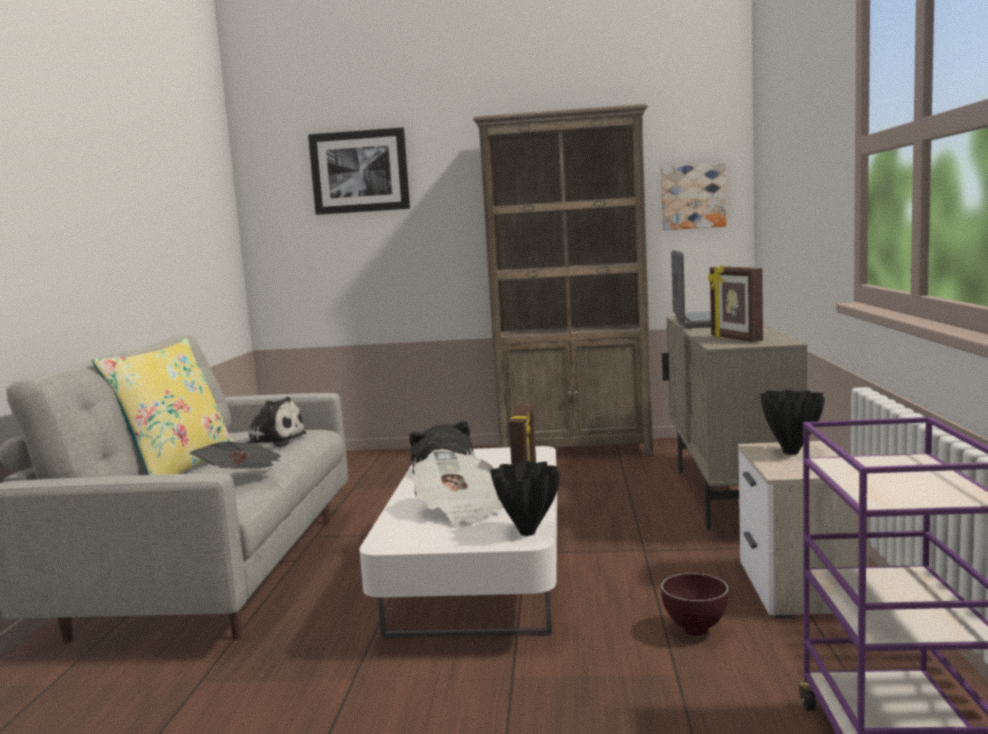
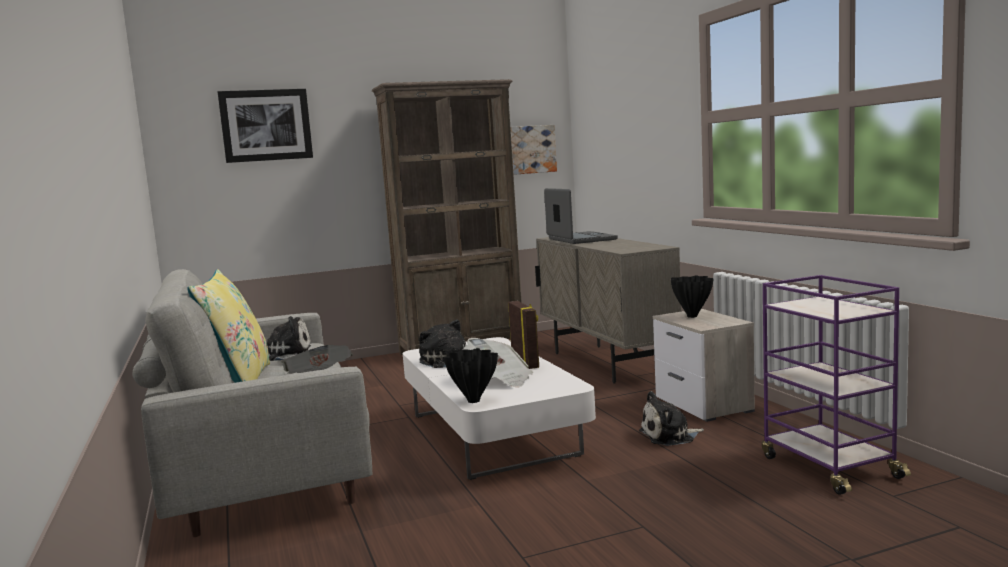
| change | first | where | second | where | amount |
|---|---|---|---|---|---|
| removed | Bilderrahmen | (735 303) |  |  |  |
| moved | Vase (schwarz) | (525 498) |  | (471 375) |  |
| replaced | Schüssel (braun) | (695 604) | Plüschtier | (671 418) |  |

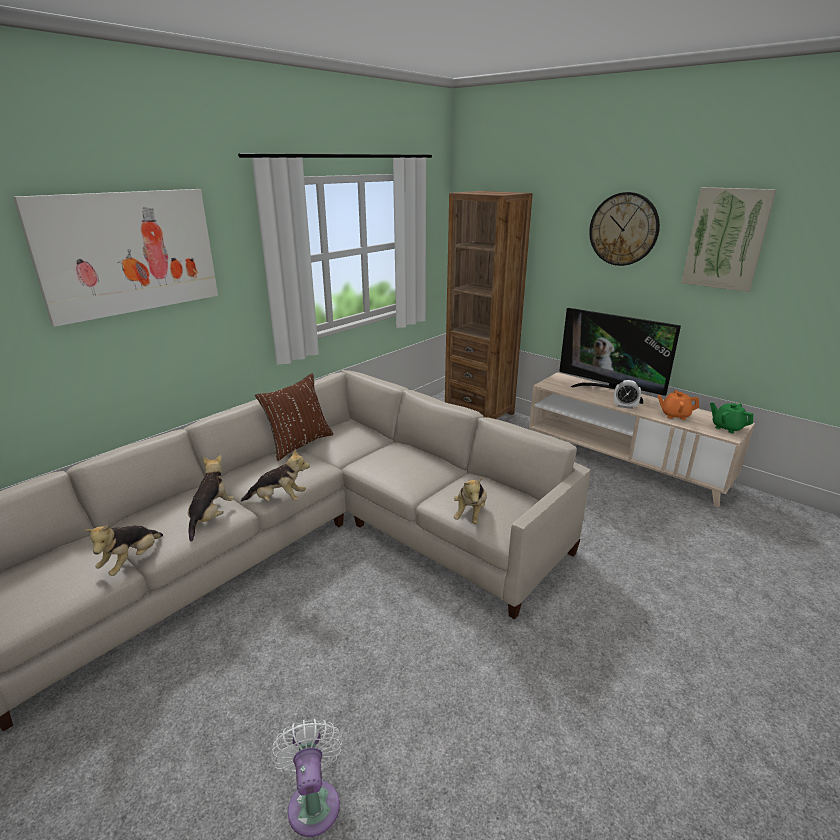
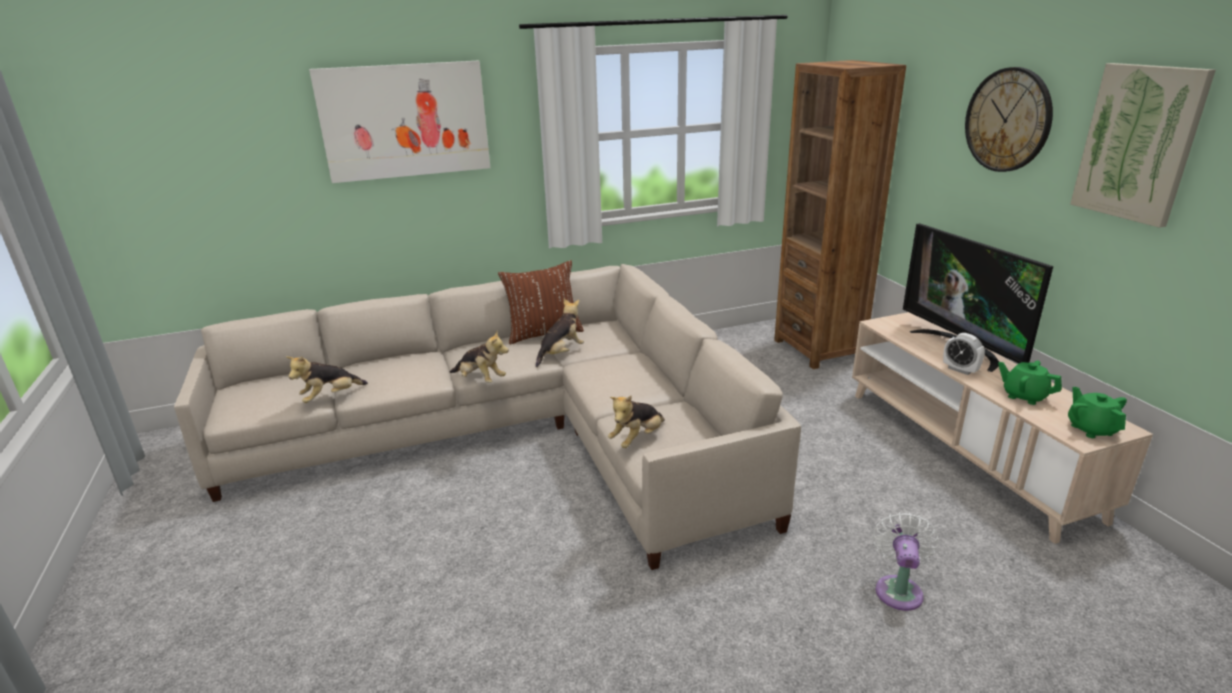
| change | first | where | second | where | amount |
|---|---|---|---|---|---|
| recoloured | Teekanne (orange) | (678 405) | Teekanne (grün) | (1030 382) |  |
| moved | Plüschtier | (211 498) |  | (560 333) |  |
| moved | Ventilator (weiß) | (307 778) |  | (906 561) |  |

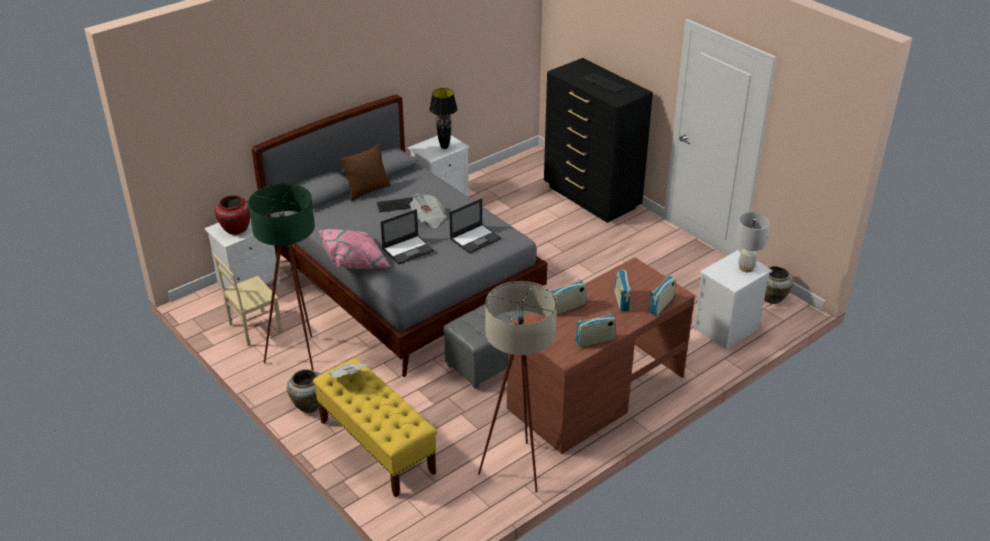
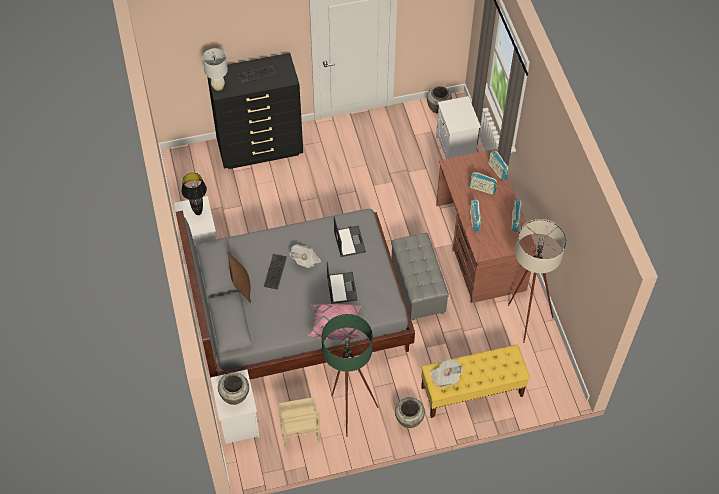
| change | first | where | second | where | amount |
|---|---|---|---|---|---|
| recoloured | Vase (rot) | (232 215) | Vase (beige) | (233 388) |  |
| moved | Tischlampe (weiß) | (752 242) |  | (215 69) |  |

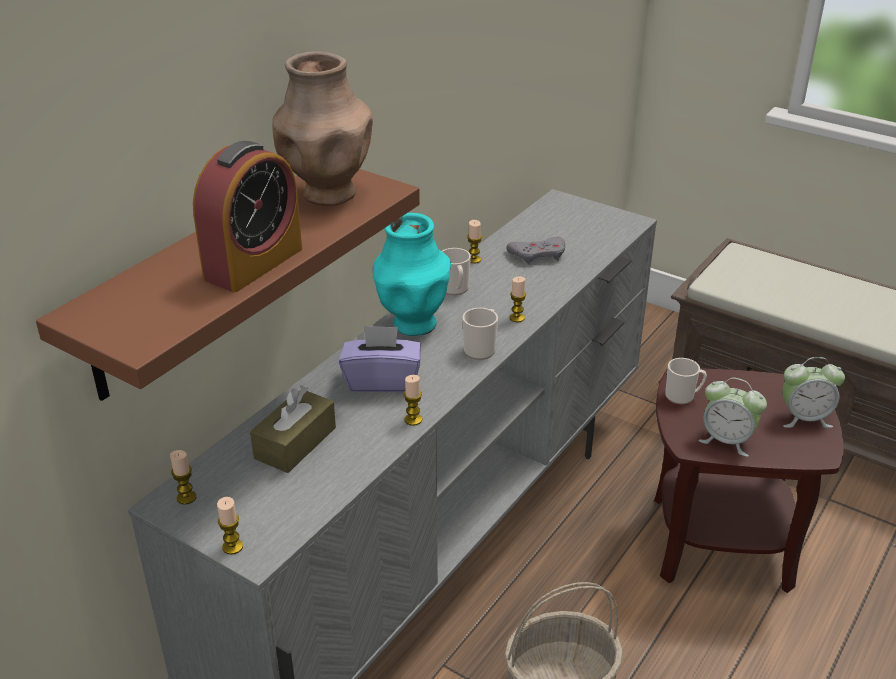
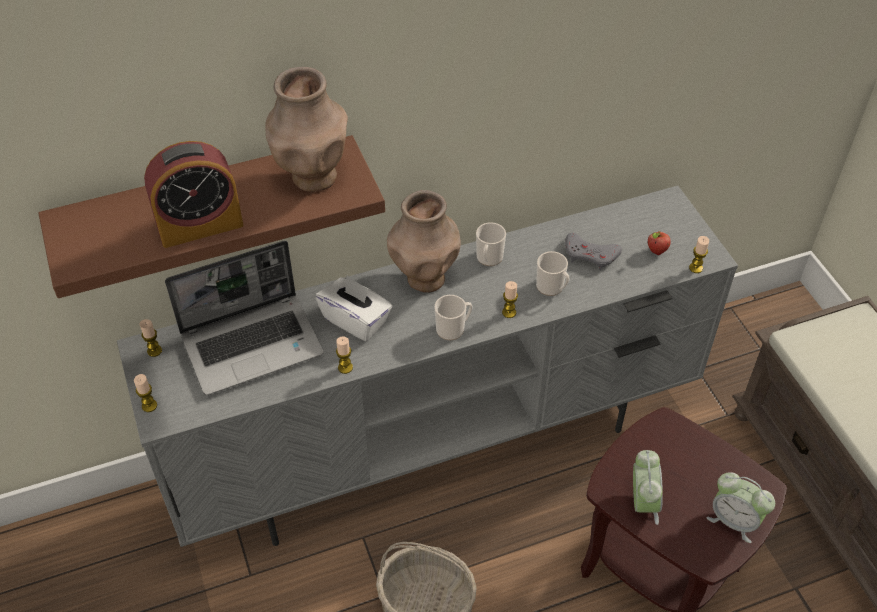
| change | first | where | second | where | amount |
|---|---|---|---|---|---|
| recoloured | Vase (türkis) | (412 274) | Vase (braun) | (424 241) |  |
| moved | Kerze | (474 241) |  | (699 254) |  |
| recoloured | Taschentuchbox (lila) | (380 358) | Taschentuchbox (weiß) | (354 308) |  |
| moved | Henkelbecher | (686 381) |  | (553 273) |  |
| turned | Wecker | (732 417) |  | (648 487) | 150 degrees counterclockwise |
| replaced | Taschentuchbox (braun) | (293 429) | Laptop | (244 317) |  |
| added |  |  | Apfel | (659 243) |  |

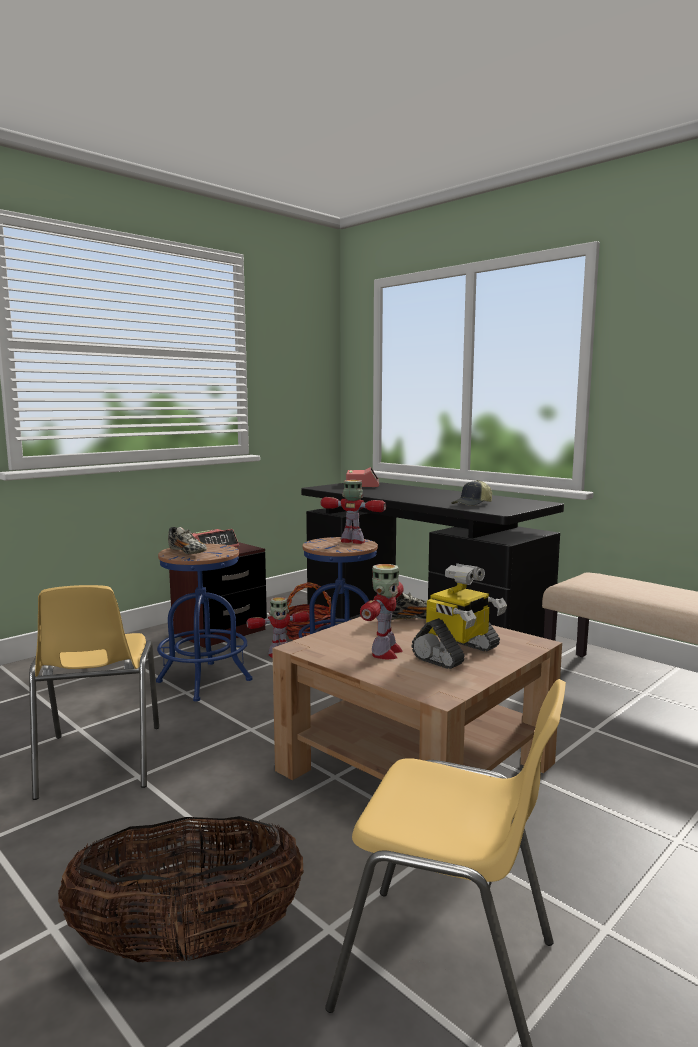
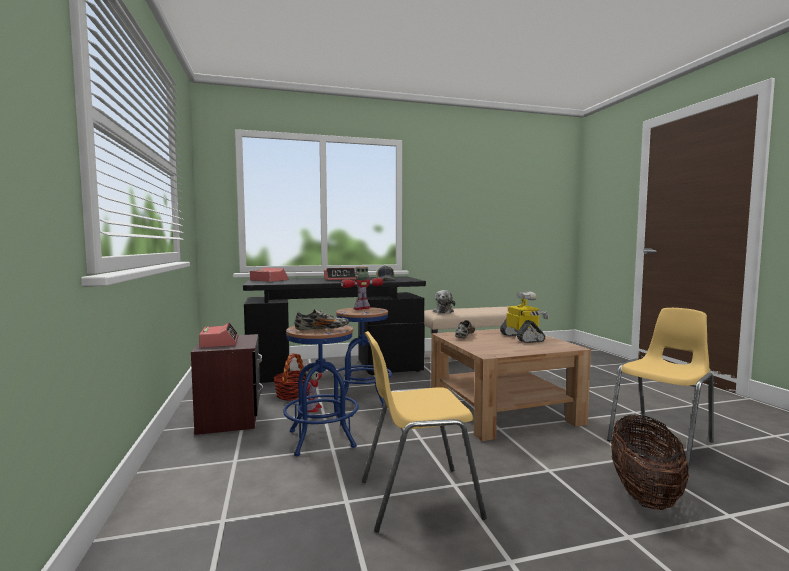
| change | first | where | second | where | amount |
|---|---|---|---|---|---|
| removed | Spielzeugroboter | (382 611) |  |  |  |
| turned | Stuhl (gelb) | (94 692) |  | (424 431) | 150 degrees clockwise |
| added |  |  | Wecker | (340 274) |  |
| added |  |  | Plüschtier | (444 302) |  |

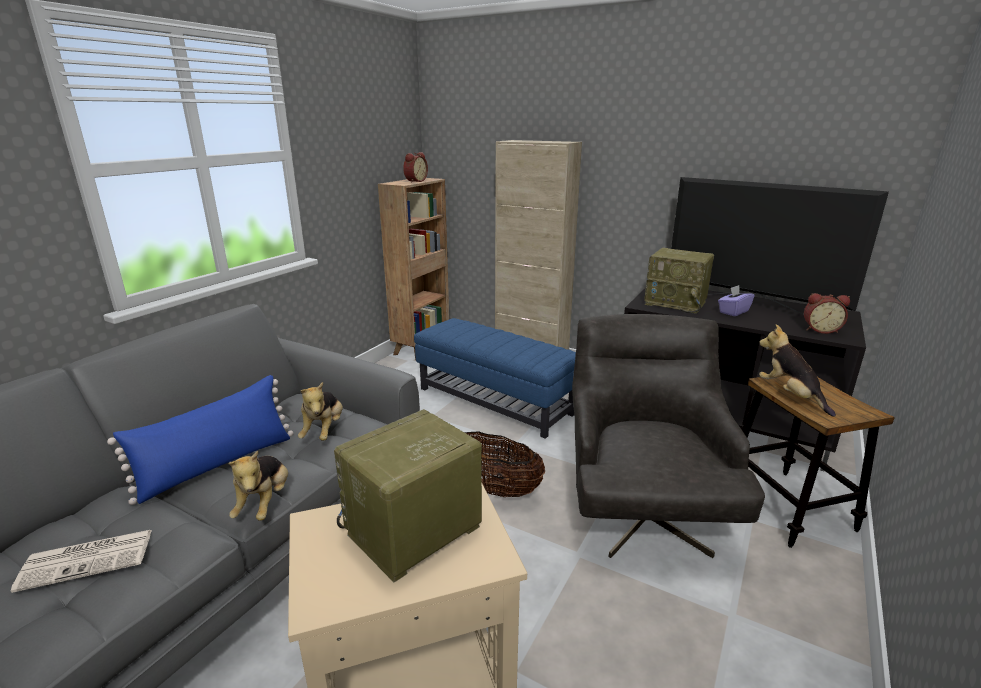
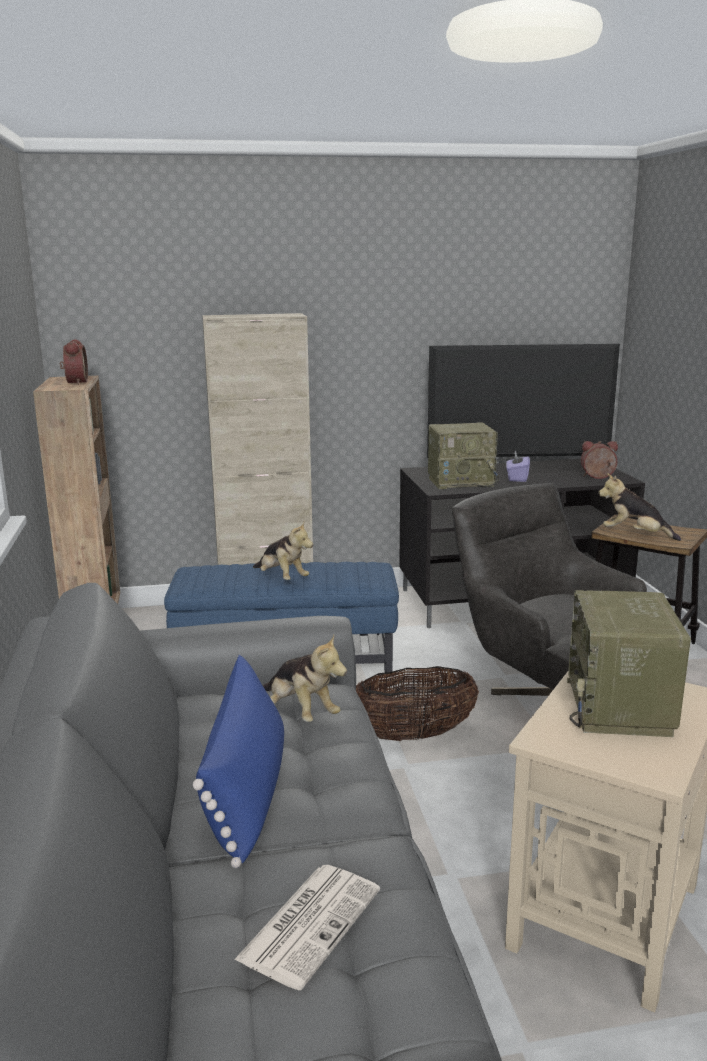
| change | first | where | second | where | amount |
|---|---|---|---|---|---|
| turned | Wecker | (827 313) |  | (599 460) | 150 degrees counterclockwise |
| moved | Plüschtier | (258 485) |  | (283 551) |  |

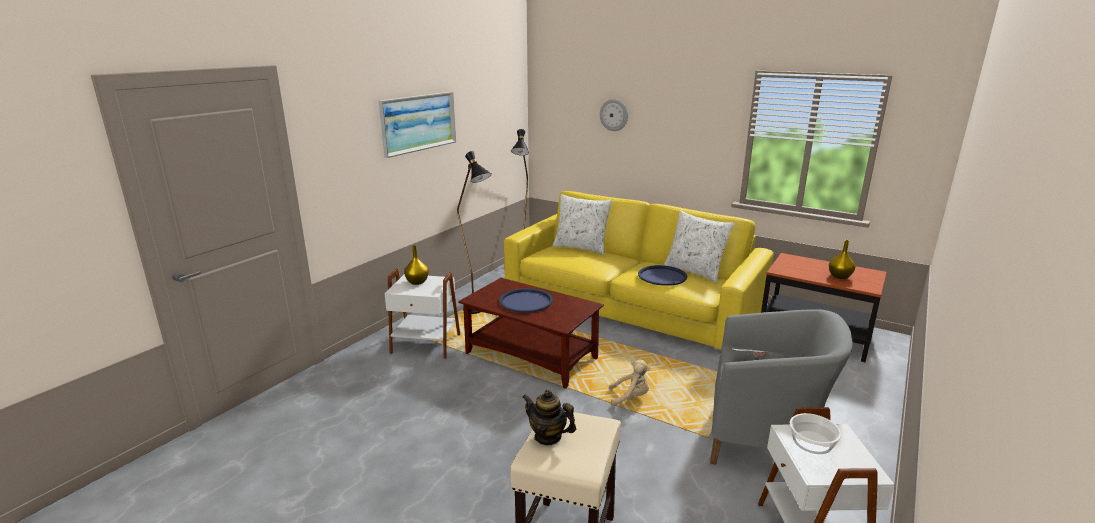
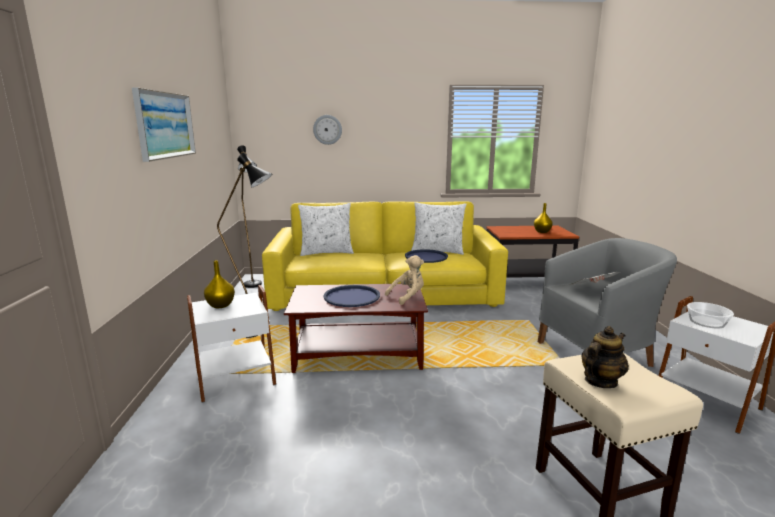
| change | first | where | second | where | amount |
|---|---|---|---|---|---|
| moved | Plüschtier (beige) | (629 383) |  | (404 280) |  |
| turned | Teekanne | (549 417) |  | (605 357) | 150 degrees clockwise |

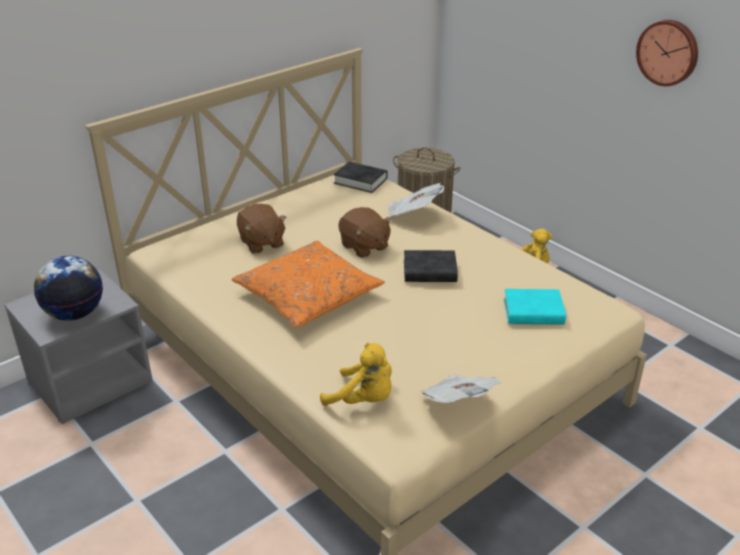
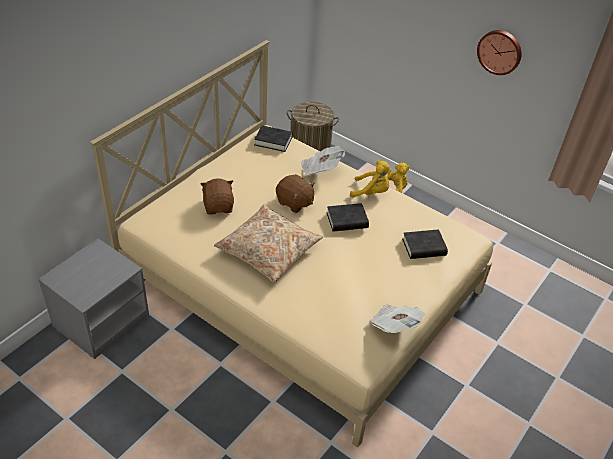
| change | first | where | second | where | amount |
|---|---|---|---|---|---|
| turned | Plüschtier (braun) | (262 229) |  | (217 197) | 150 degrees counterclockwise |
| recoloured | Kissen (orange) | (308 284) | Kissen (beige) | (268 243) |  |
| removed | Globus | (68 288) |  |  |  |
| recoloured | Buch (türkis) | (535 307) | Buch (schwarz) | (425 244) |  |
| moved | Plüschtier (gelb) | (356 374) |  | (371 179) |  |

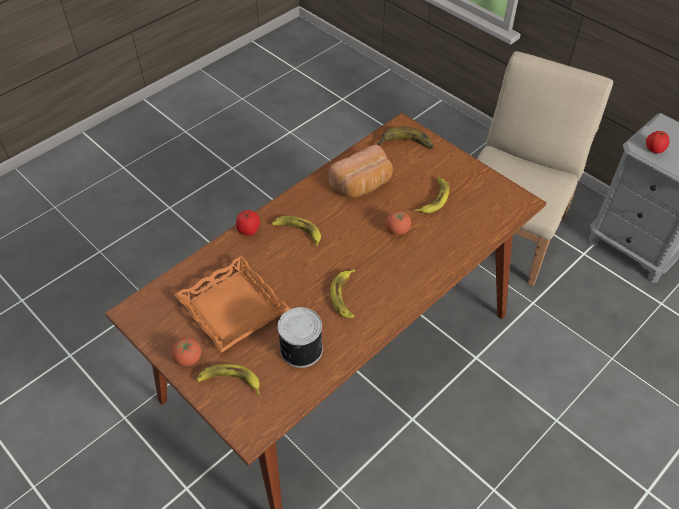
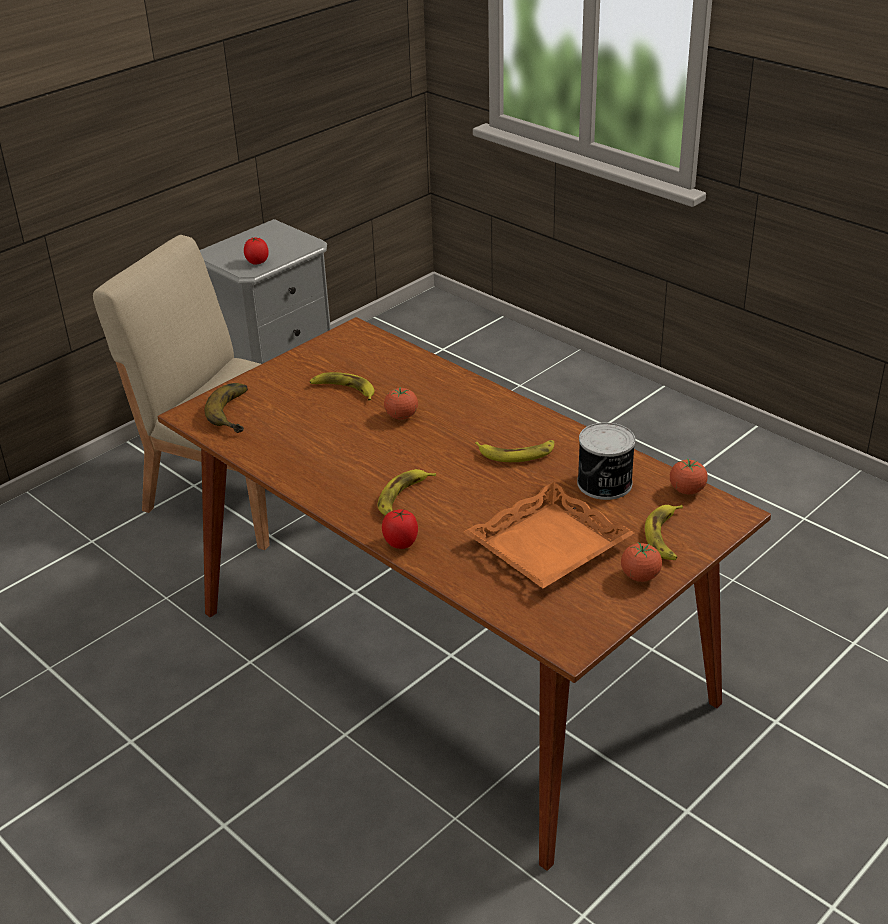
| change | first | where | second | where | amount |
|---|---|---|---|---|---|
| removed | Brot | (361 171) |  |  |  |
| added |  |  | Tomate | (689 476) |  |

